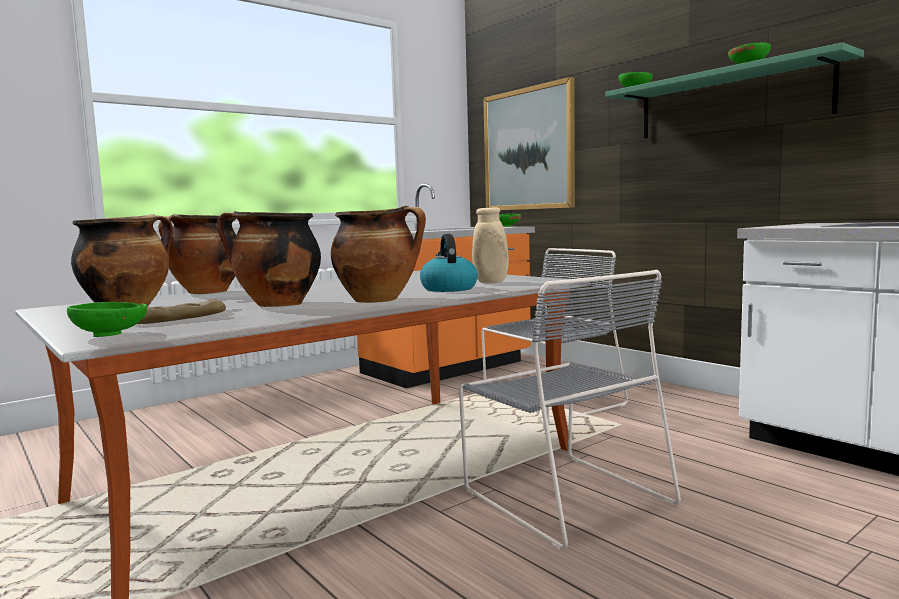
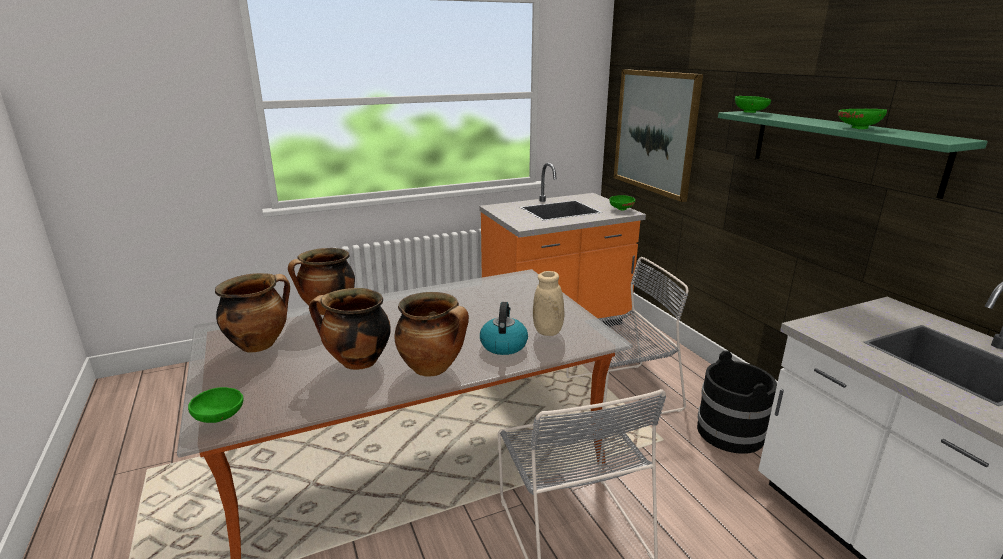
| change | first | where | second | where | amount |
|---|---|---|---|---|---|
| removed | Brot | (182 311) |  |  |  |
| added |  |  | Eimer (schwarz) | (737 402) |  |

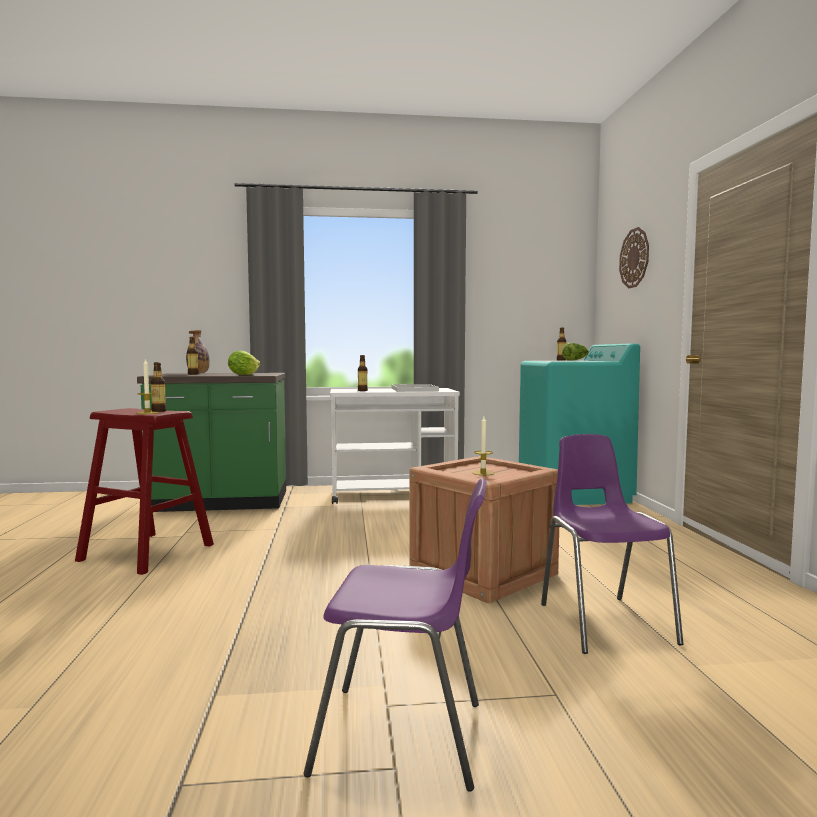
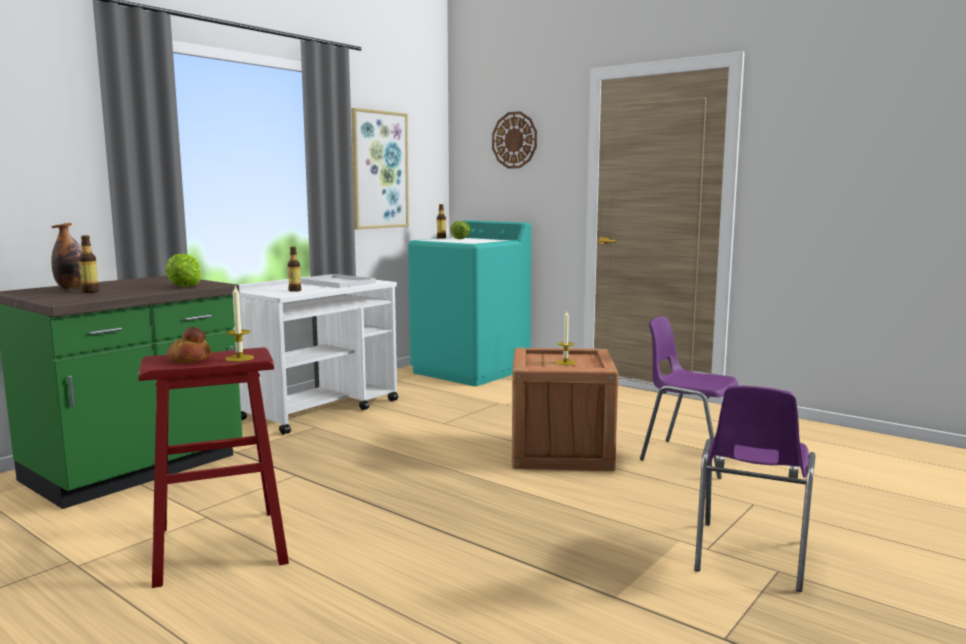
| change | first | where | second | where | amount |
|---|---|---|---|---|---|
| removed | Flasche | (158 387) |  |  |  |
| turned | Stuhl (lila) | (394 635) |  | (754 489) | 150 degrees clockwise |
| added |  |  | Bild | (380 168) |  |
| added |  |  | Brot | (189 345) |  |

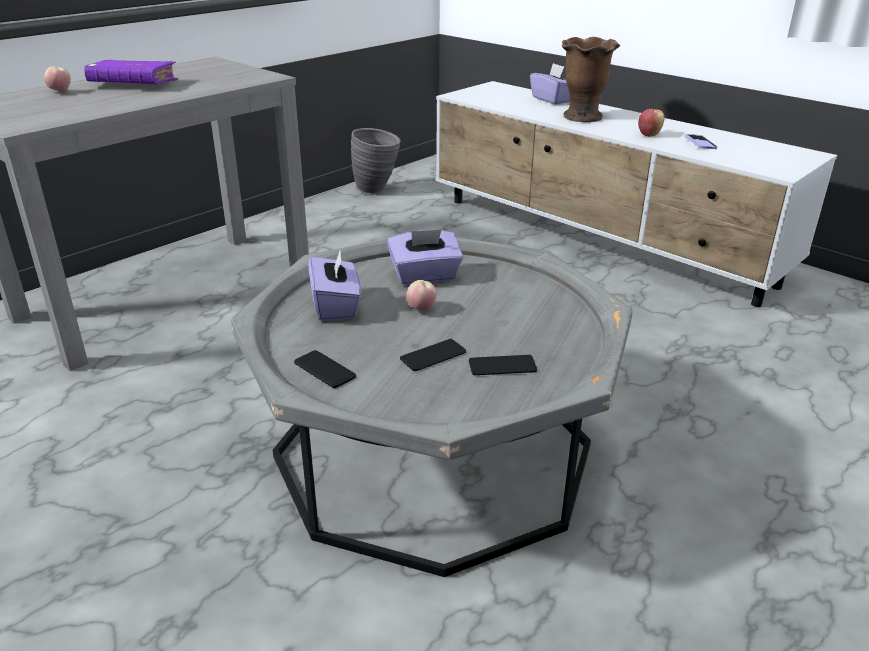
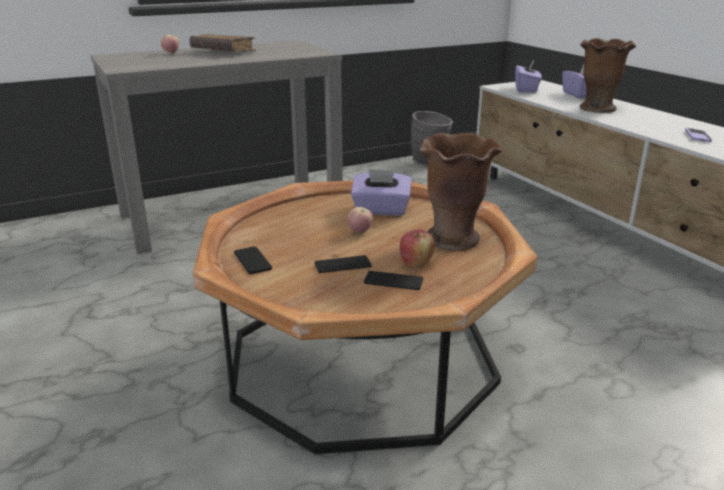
| change | first | where | second | where | amount |
|---|---|---|---|---|---|
| recoloured | Buch (lila) | (131 72) | Buch (braun) | (222 43) |  |
| moved | Apfel | (651 123) |  | (417 249) |  |
| recoloured | Couchtisch (grau) | (432 407) | Couchtisch (braun) | (365 317) |  |
| moved | Taschentuchbox (lila) | (334 284) |  | (528 76) |  |
| added |  |  | Vase (braun) | (461 191) |  |

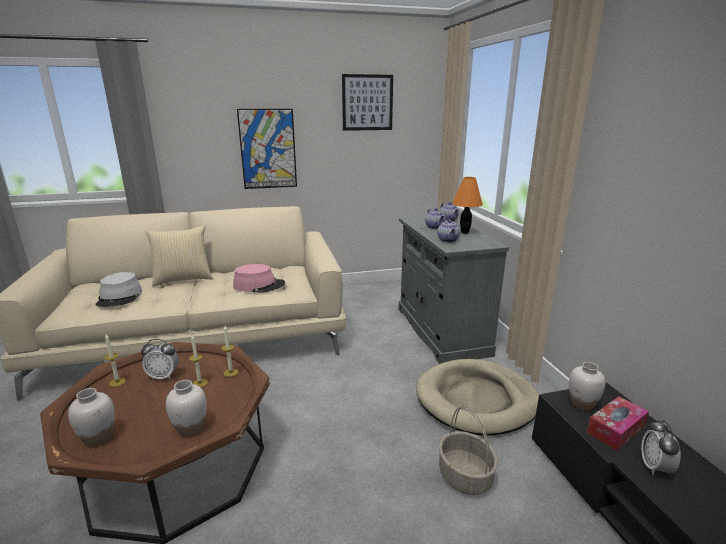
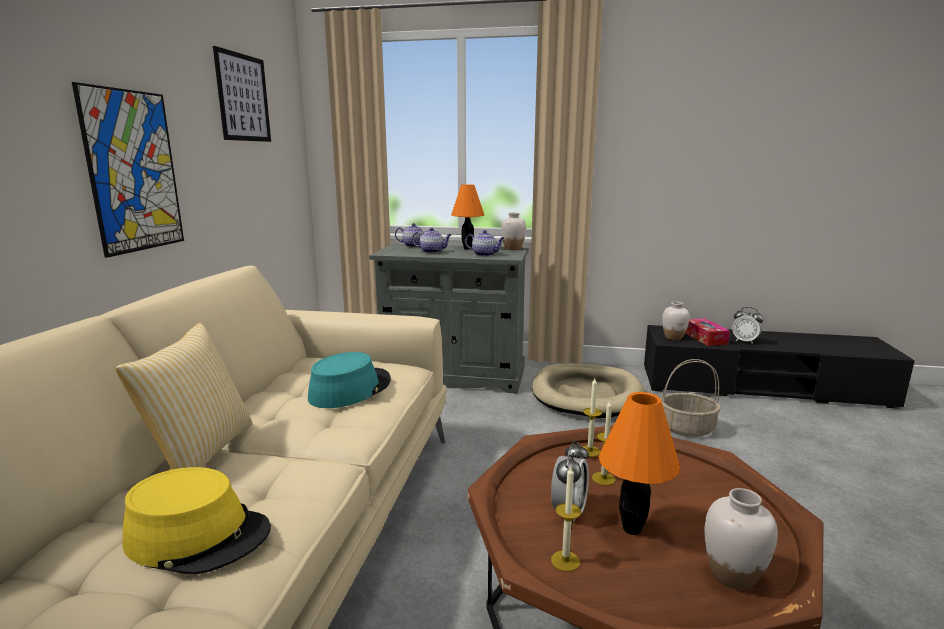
| change | first | where | second | where | amount |
|---|---|---|---|---|---|
| recoloured | Hut (rosa) | (259 278) | Hut (türkis) | (349 380) |  |
| recoloured | Hut (grau) | (118 289) | Hut (gelb) | (197 521) |  |
| moved | Vase (weiß) | (186 408) |  | (513 231) |  |
| added |  |  | Tischlampe (orange) | (639 463) |  |

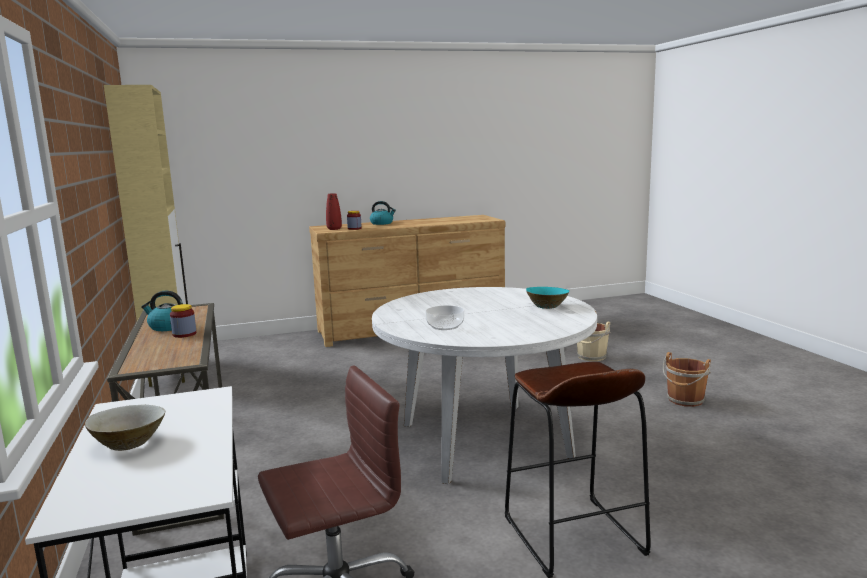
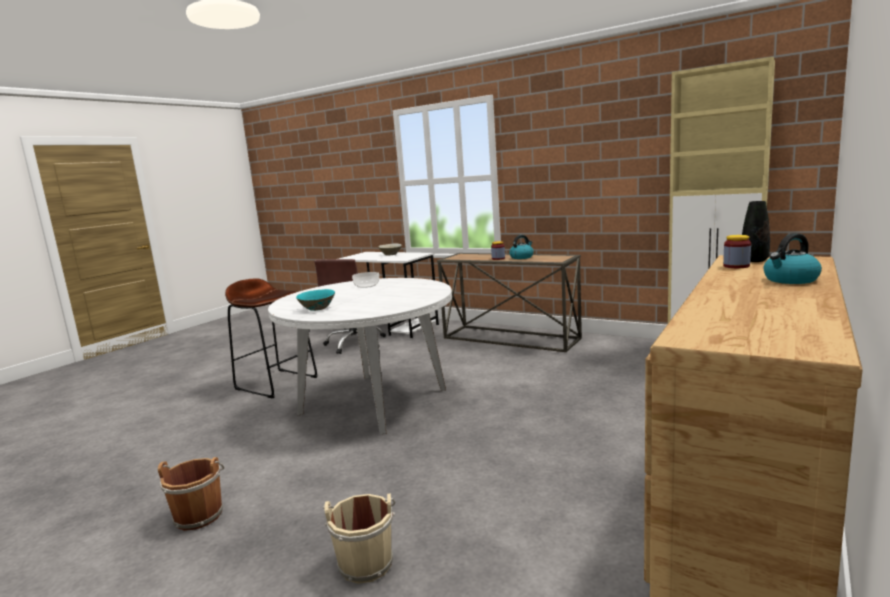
| change | first | where | second | where | amount |
|---|---|---|---|---|---|
| recoloured | Vase (rot) | (334 211) | Vase (schwarz) | (756 231) |  |

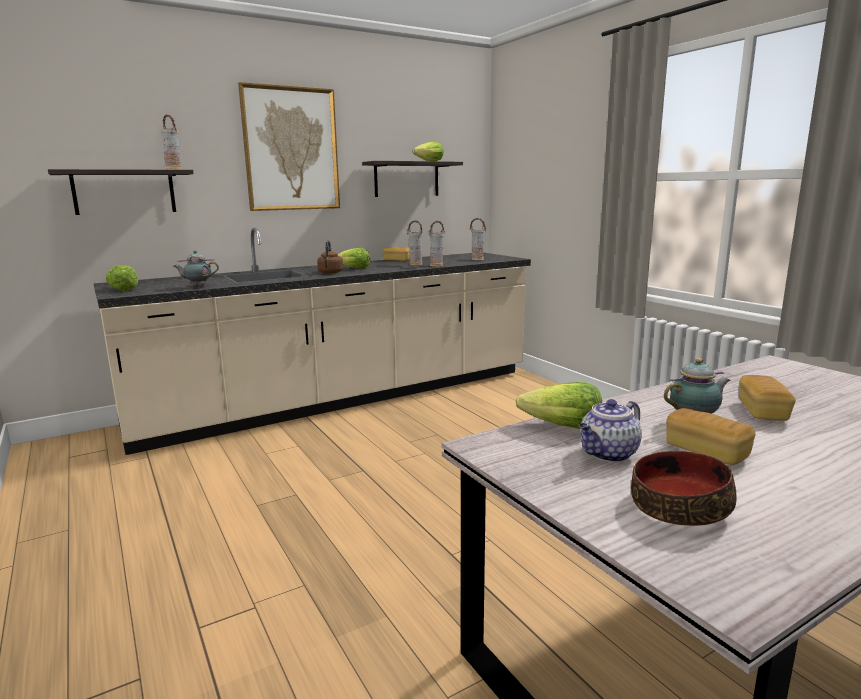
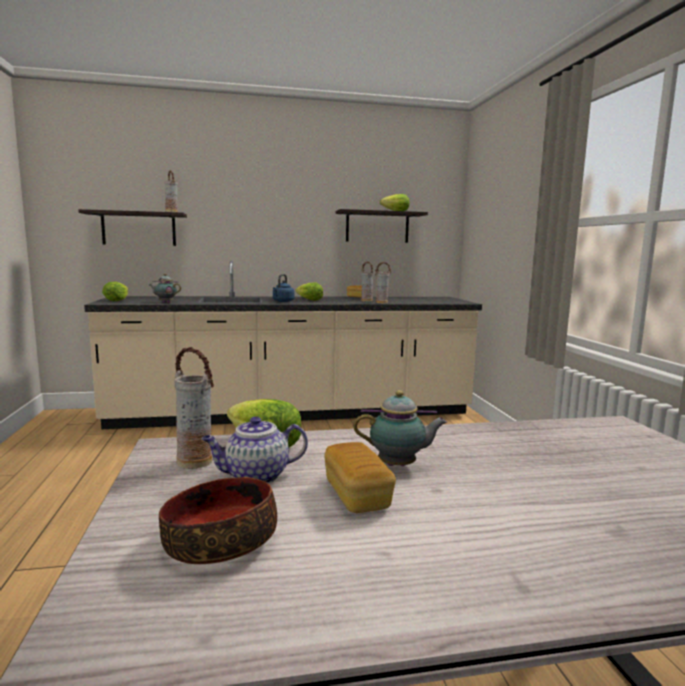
| change | first | where | second | where | amount |
|---|---|---|---|---|---|
| removed | Bild | (289 146) |  |  |  |
| moved | Vase | (478 239) |  | (194 408) |  |
| recoloured | Wasserkessel (braun) | (330 257) | Wasserkessel (blau) | (284 288) |  |
| removed | Brot | (767 398) |  |  |  |

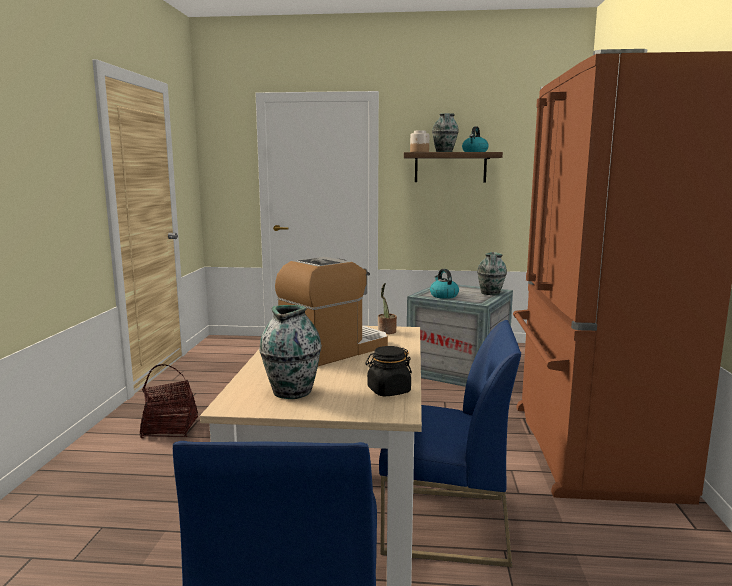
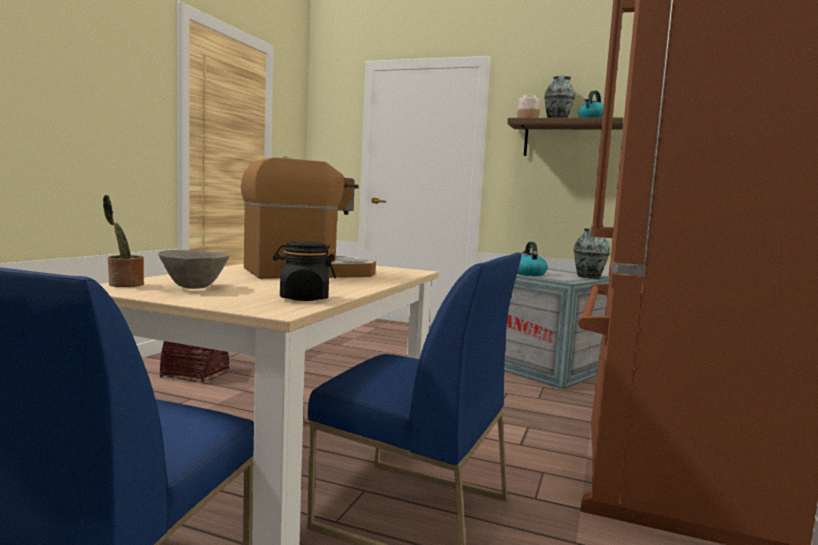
| change | first | where | second | where | amount |
|---|---|---|---|---|---|
| moved | Topfpflanze | (387 308) |  | (123 241) |  |
| replaced | Vase | (290 352) | Schüssel (grau) | (193 269) |  |

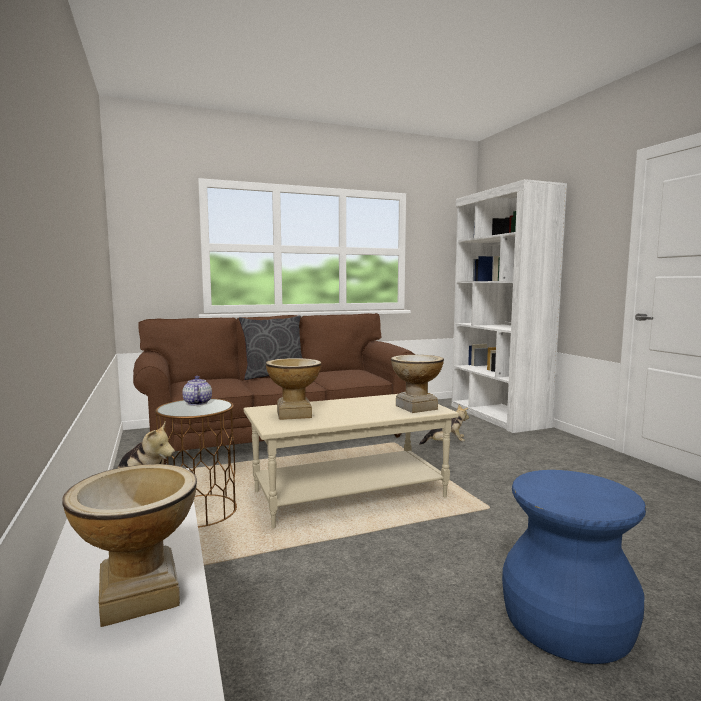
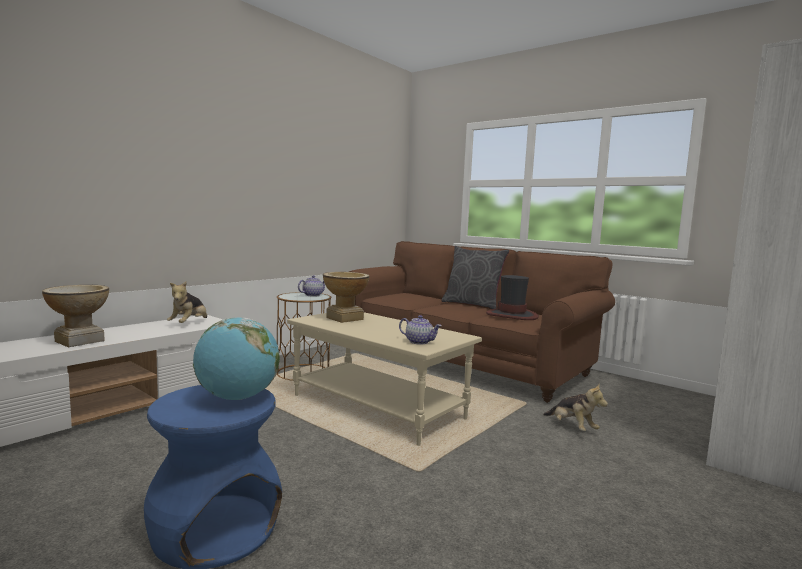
| change | first | where | second | where | amount |
|---|---|---|---|---|---|
| replaced | Vase | (417 384) | Teekanne | (420 330) |  |
| added |  |  | Hut | (512 297) |  |
| added |  |  | Globus | (236 358) |  |

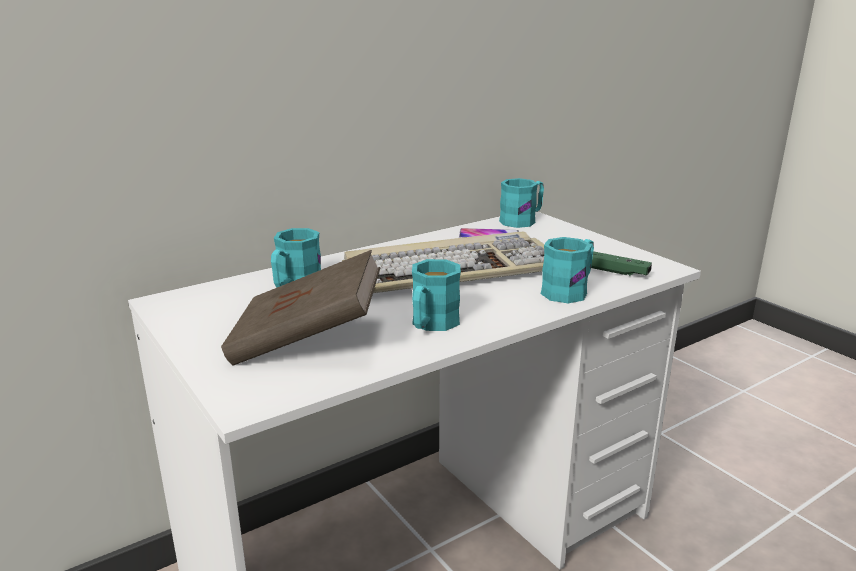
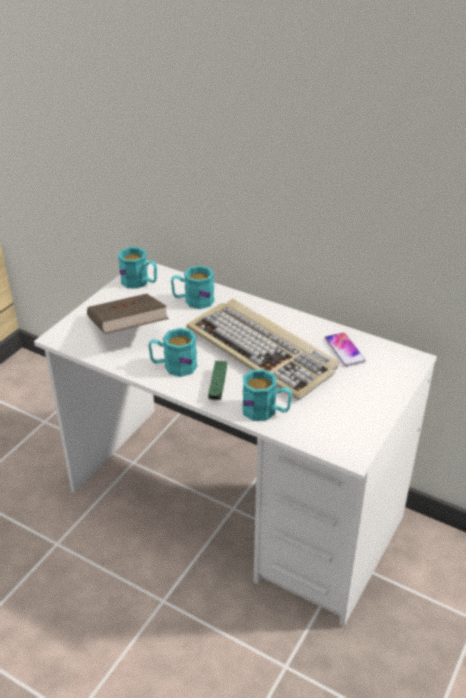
| change | first | where | second | where | amount |
|---|---|---|---|---|---|
| moved | Henkelbecher (türkis) | (521 203) |  | (137 268) |  |
| moved | Gamepad (grün) | (621 263) |  | (217 380) |  |

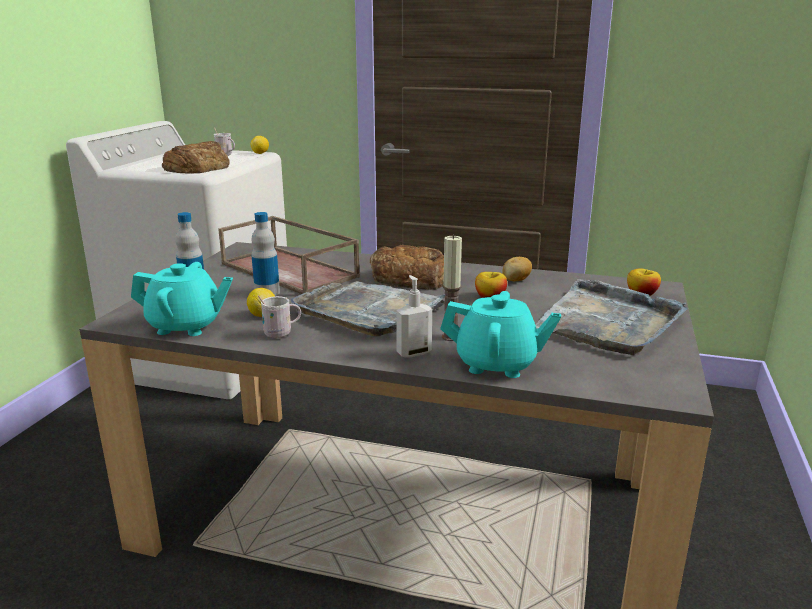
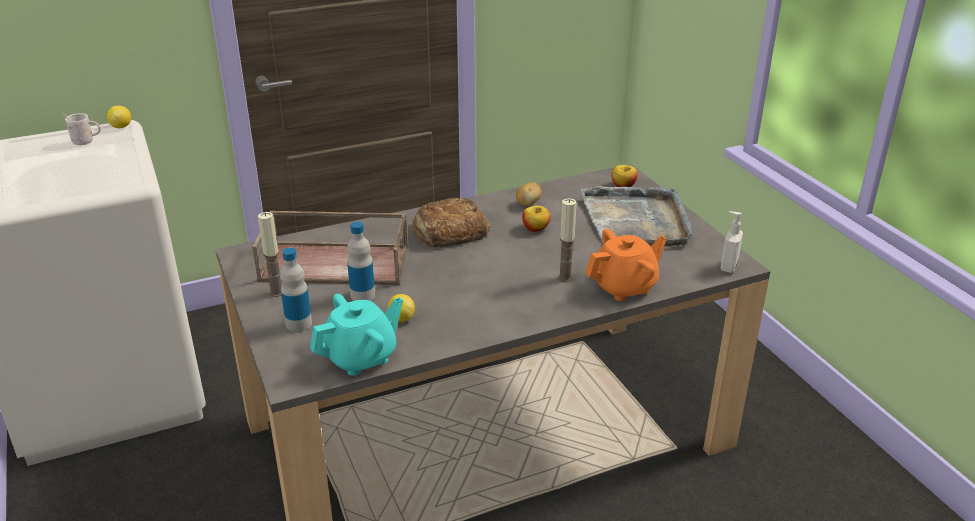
| change | first | where | second | where | amount |
|---|---|---|---|---|---|
| removed | Brot | (196 157) |  |  |  |
| moved | Seifenspender | (414 316) |  | (732 242) |  |
| removed | Tablett (grau) | (367 309) |  |  |  |
| recoloured | Teekanne (türkis) | (500 334) | Teekanne (orange) | (626 265) |  |
| removed | Henkelbecher (weiß) | (279 316) |  |  |  |
| added |  |  | Kerze | (270 254) |  |

